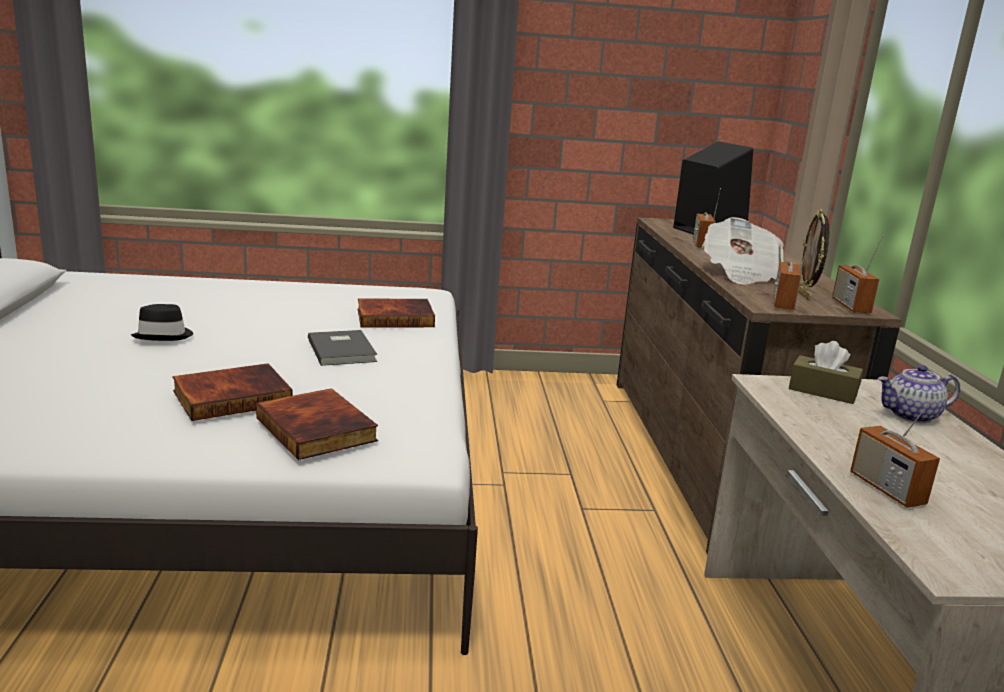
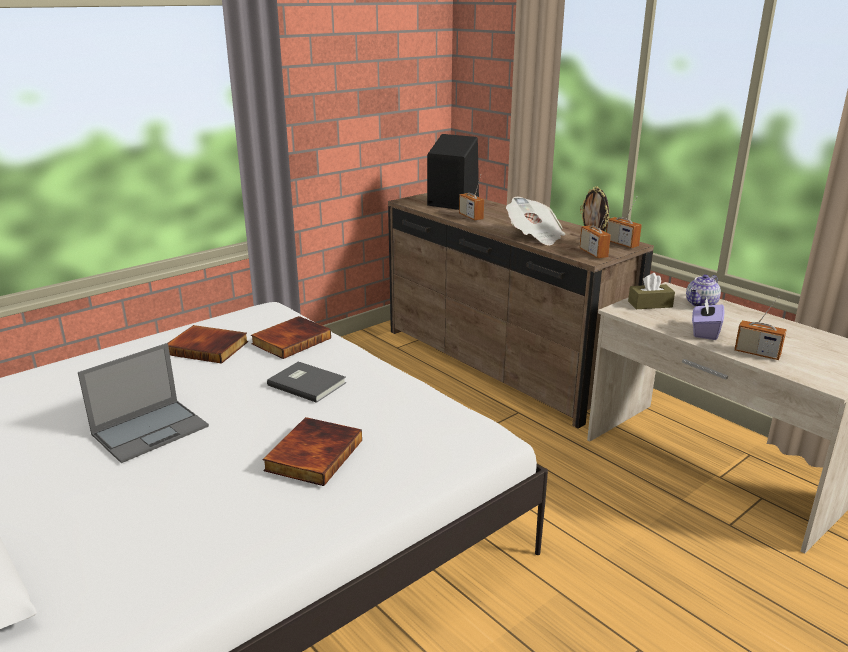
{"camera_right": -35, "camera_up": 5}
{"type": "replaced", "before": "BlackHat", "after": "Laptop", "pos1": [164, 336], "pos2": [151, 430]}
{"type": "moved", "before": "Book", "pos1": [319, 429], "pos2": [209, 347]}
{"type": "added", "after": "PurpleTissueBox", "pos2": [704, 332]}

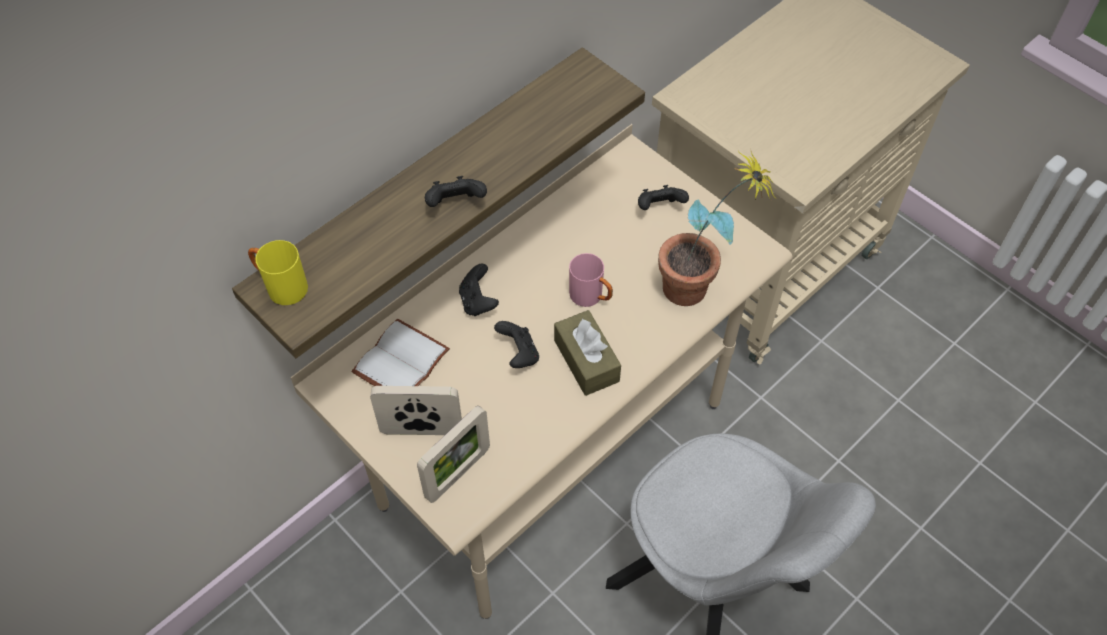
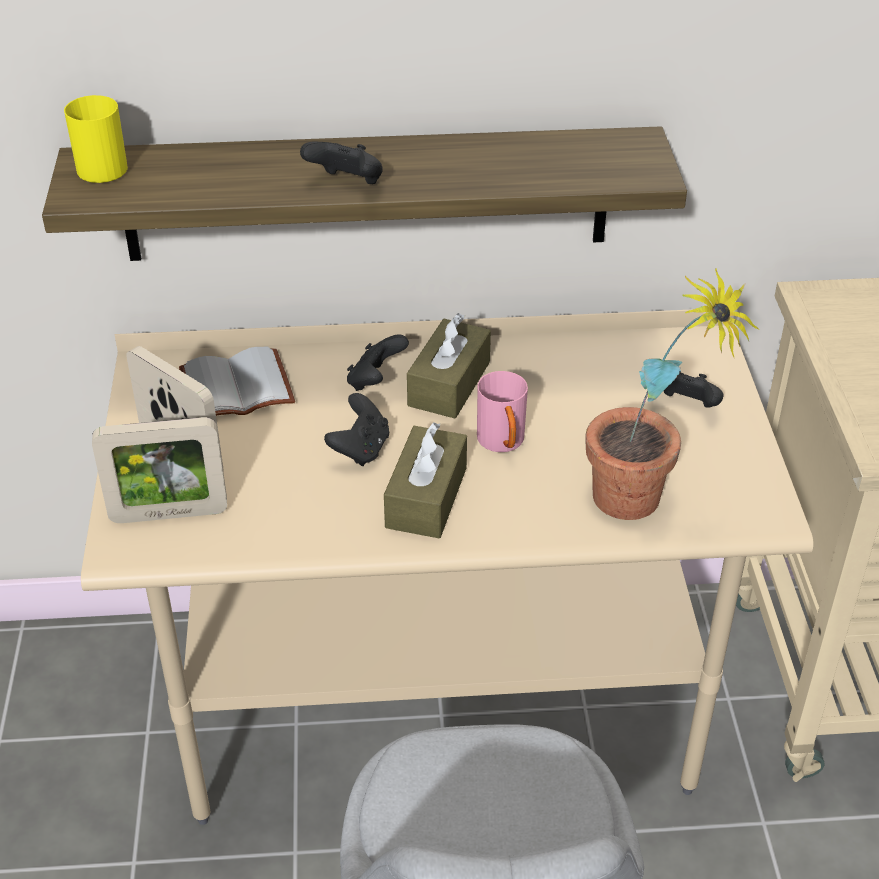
{"camera_right": 40, "camera_up": -15}
{"type": "added", "after": "BrownTissueBox", "pos2": [449, 384]}

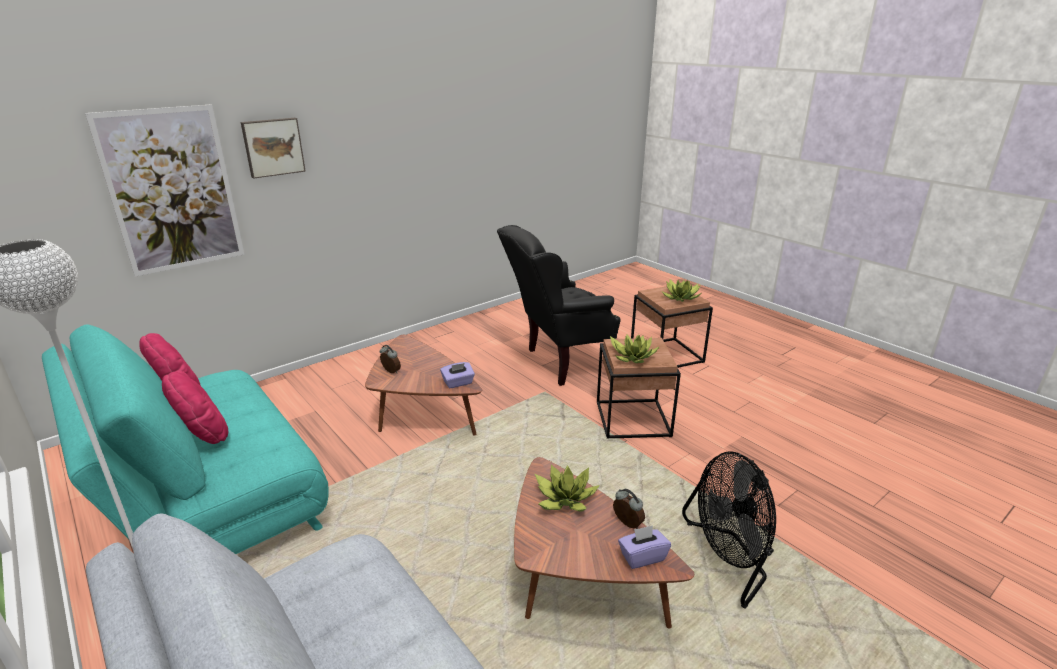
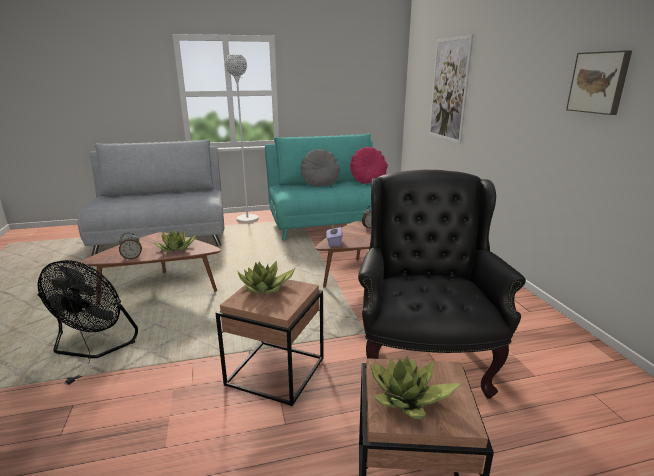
{"camera_right": 115, "camera_up": -5}
{"type": "recoloured", "before": "PinkPillow", "after": "GreyPillow", "pos1": [204, 438], "pos2": [320, 185]}
{"type": "moved", "before": "Picture", "pos1": [273, 147], "pos2": [599, 82]}
{"type": "removed", "before": "PurpleTissueBox", "pos1": [642, 557]}

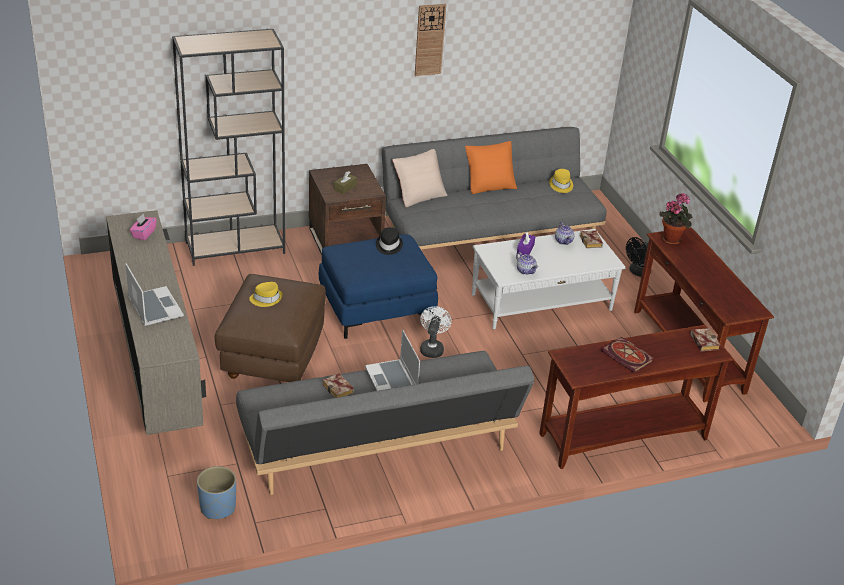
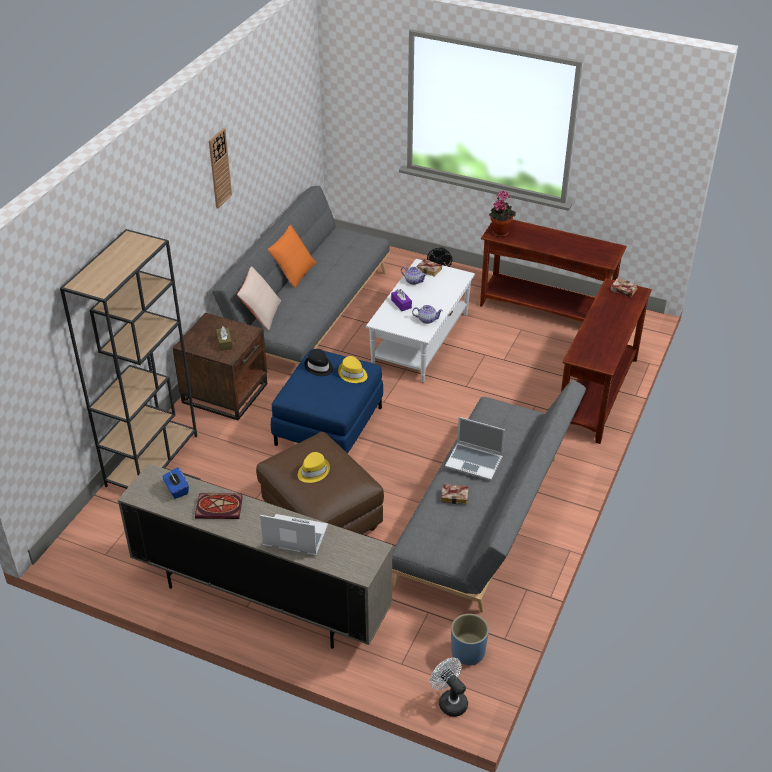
{"camera_right": -45, "camera_up": 5}
{"type": "recoloured", "before": "PinkTissueBox", "after": "BlueTissueBox", "pos1": [143, 234], "pos2": [176, 489]}
{"type": "moved", "before": "Book", "pos1": [628, 357], "pos2": [220, 507]}
{"type": "moved", "before": "YellowHat", "pos1": [561, 185], "pos2": [352, 374]}
{"type": "moved", "before": "WhiteFan", "pos1": [432, 348], "pos2": [449, 701]}

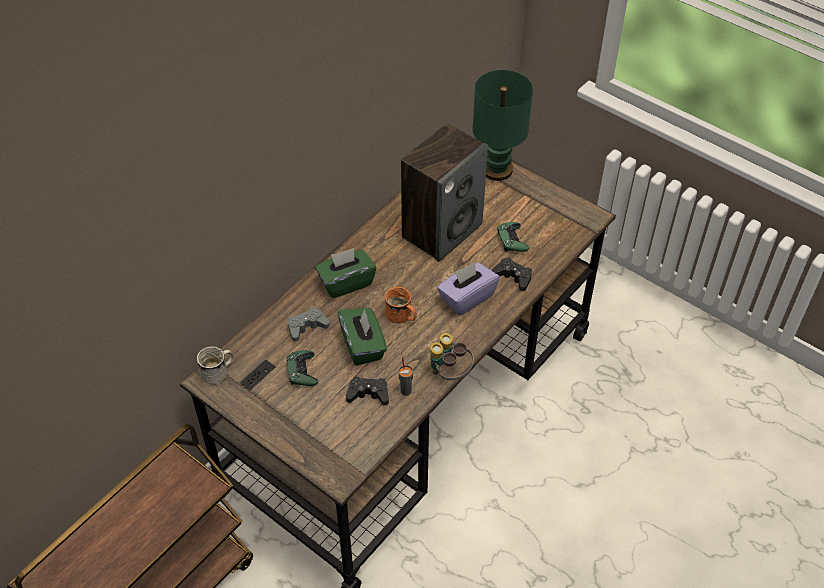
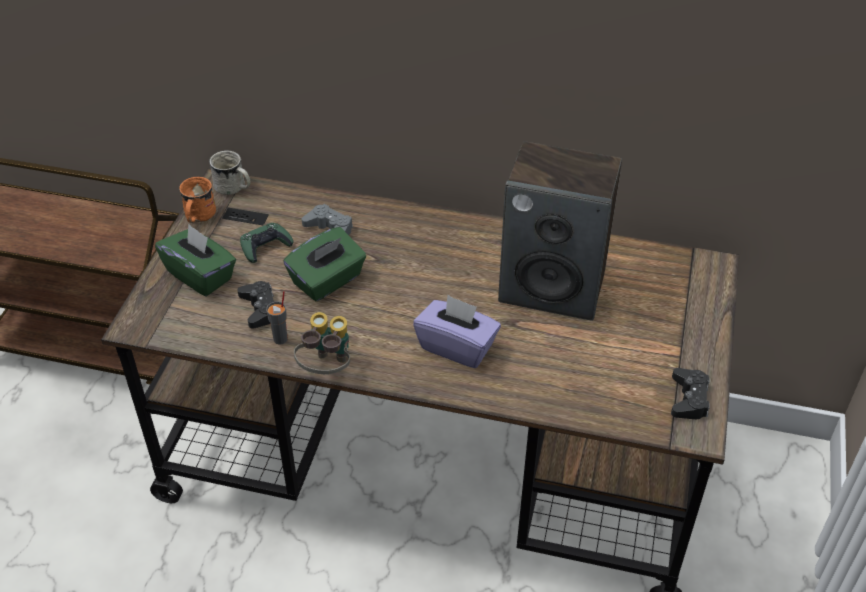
{"camera_right": 65, "camera_up": -5}
{"type": "moved", "before": "GreenTissueBox", "pos1": [346, 283], "pos2": [200, 275]}
{"type": "moved", "before": "OrangeMug", "pos1": [401, 317], "pos2": [198, 217]}
{"type": "moved", "before": "BlackGameController", "pos1": [513, 277], "pos2": [689, 399]}
{"type": "removed", "before": "GreenTableLamp", "pos1": [496, 170]}
{"type": "removed", "before": "GreenGameController", "pos1": [512, 240]}

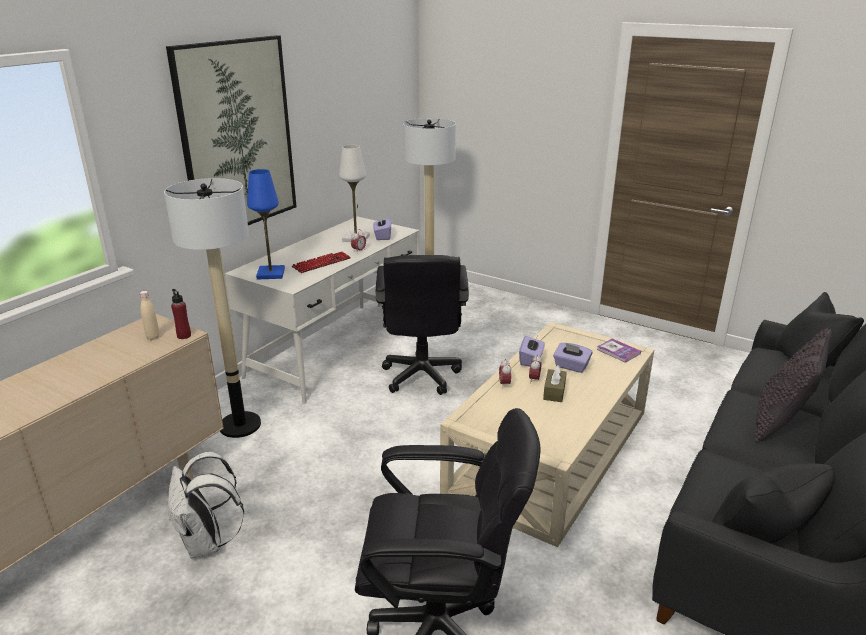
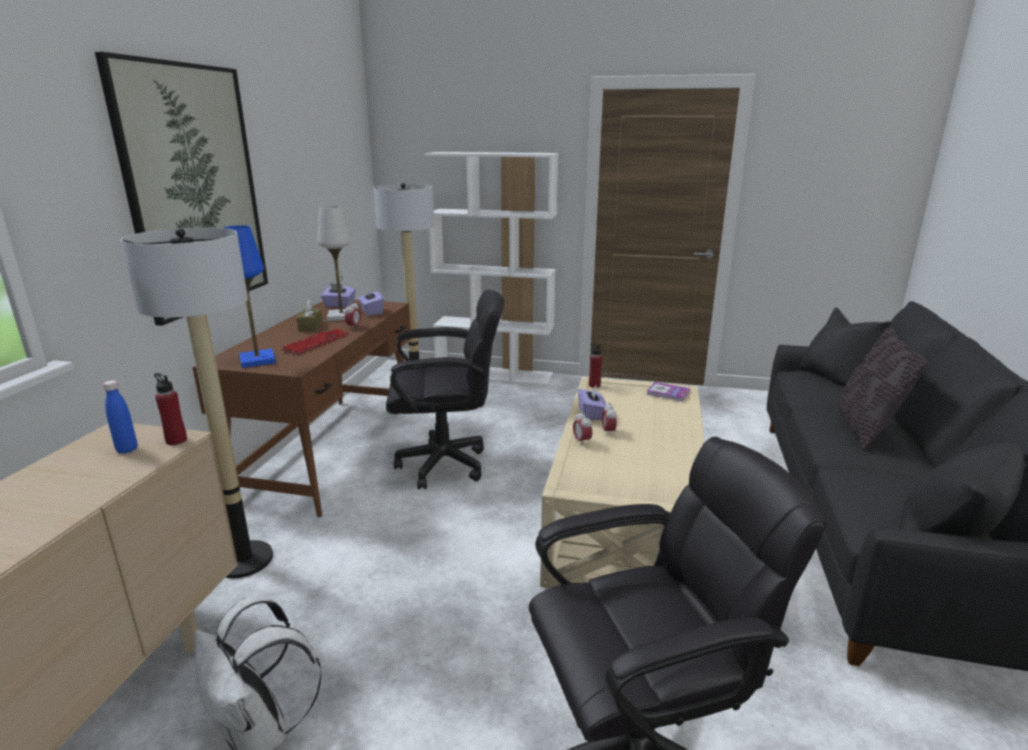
{"camera_right": -20, "camera_up": -5}
{"type": "recoloured", "before": "BeigeBottle", "after": "BlueBottle", "pos1": [153, 337], "pos2": [127, 450]}
{"type": "recoloured", "before": "WhiteDesk", "after": "BrownDesk", "pos1": [337, 349], "pos2": [332, 450]}
{"type": "moved", "before": "BrownTissueBox", "pos1": [554, 391], "pos2": [310, 326]}
{"type": "moved", "before": "PurpleTissueBox", "pos1": [571, 366], "pos2": [339, 305]}
{"type": "turned", "before": "BlackOfficeChair", "pos1": [422, 379], "pos2": [448, 464], "turn": -75}
{"type": "added", "after": "WhiteBookcase", "pos2": [495, 375]}
{"type": "added", "after": "RedBottle", "pos2": [594, 385]}

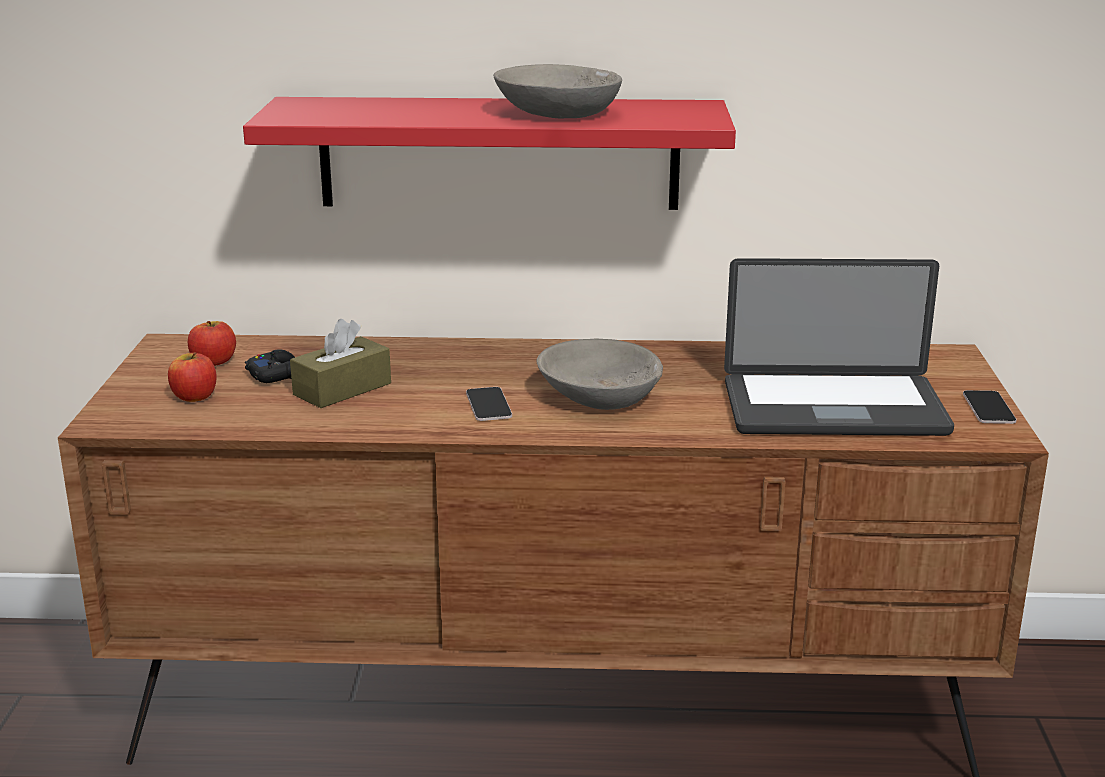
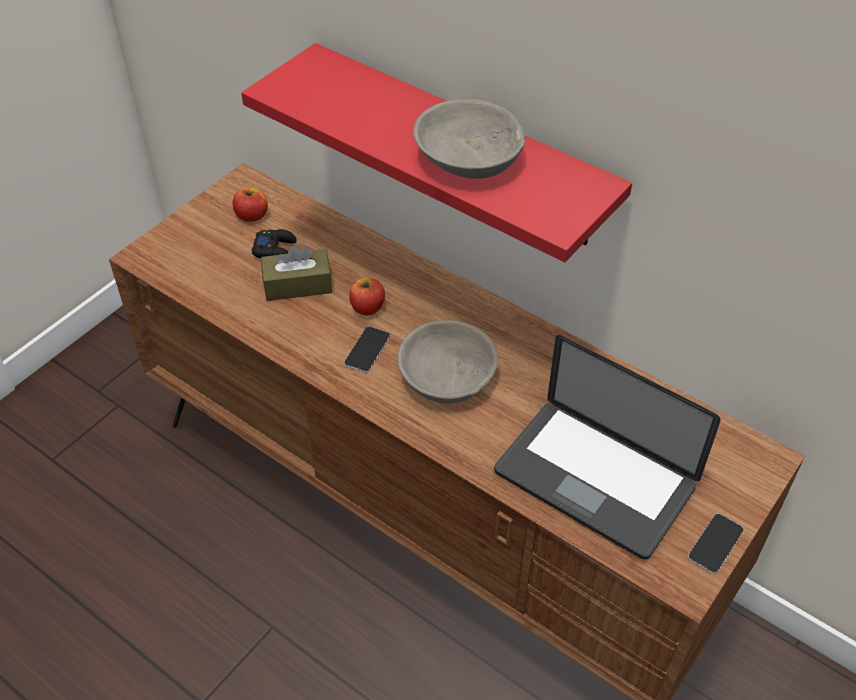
{"camera_right": 35, "camera_up": 25}
{"type": "moved", "before": "Apple", "pos1": [194, 397], "pos2": [367, 307]}

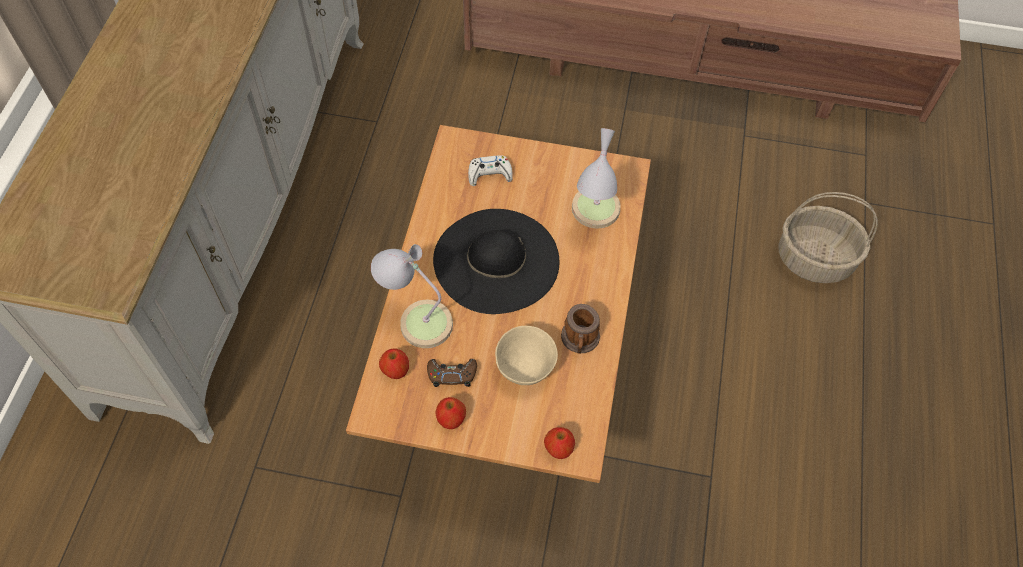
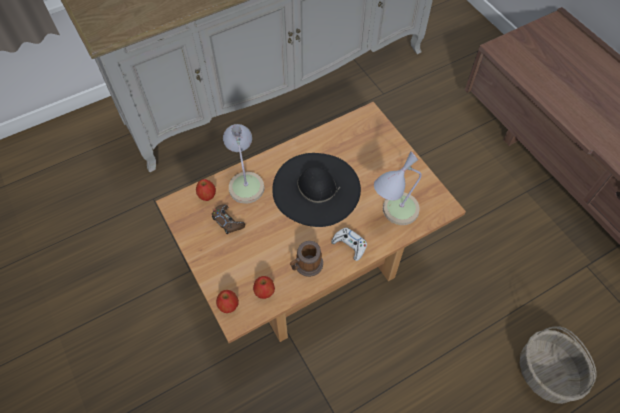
{"camera_right": 50, "camera_up": 0}
{"type": "moved", "before": "Apple", "pos1": [451, 419], "pos2": [264, 292]}
{"type": "moved", "before": "WhiteGameController", "pos1": [489, 174], "pos2": [349, 245]}
{"type": "removed", "before": "BeigeBowl", "pos1": [525, 370]}

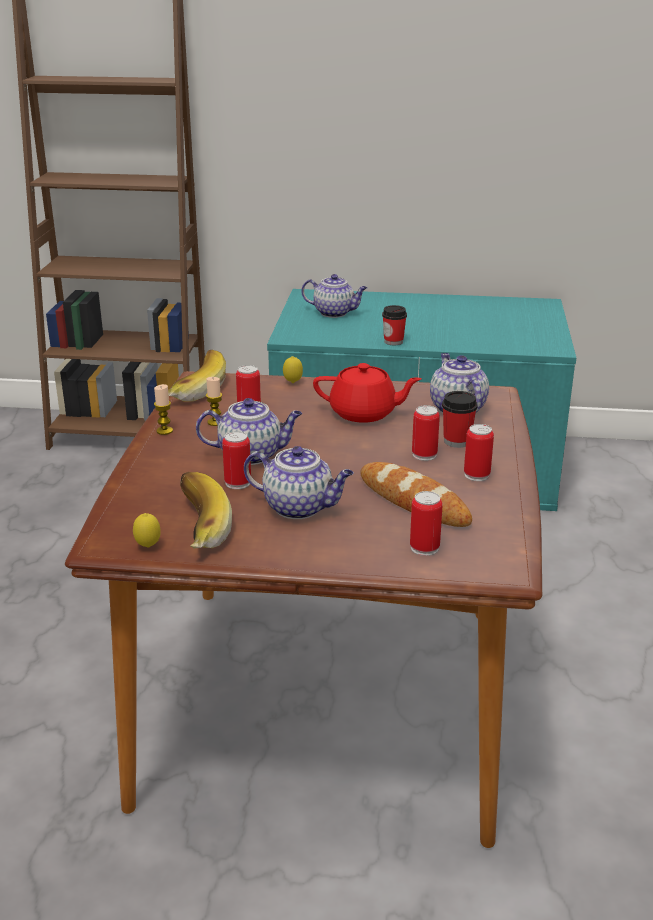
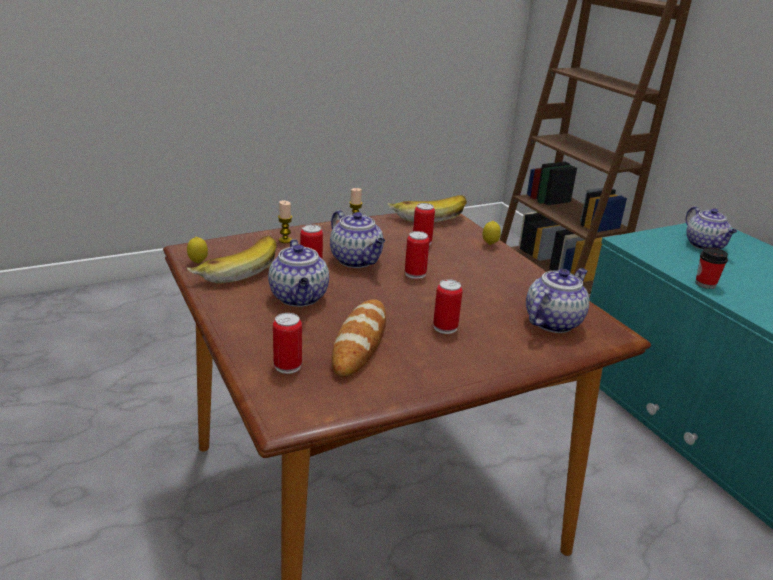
{"camera_right": 55, "camera_up": 0}
{"type": "moved", "before": "Candle", "pos1": [215, 422], "pos2": [285, 240]}
{"type": "moved", "before": "Can", "pos1": [476, 475], "pos2": [415, 274]}
{"type": "removed", "before": "RedTeapot", "pos1": [364, 413]}
{"type": "removed", "before": "Cup", "pos1": [457, 441]}

